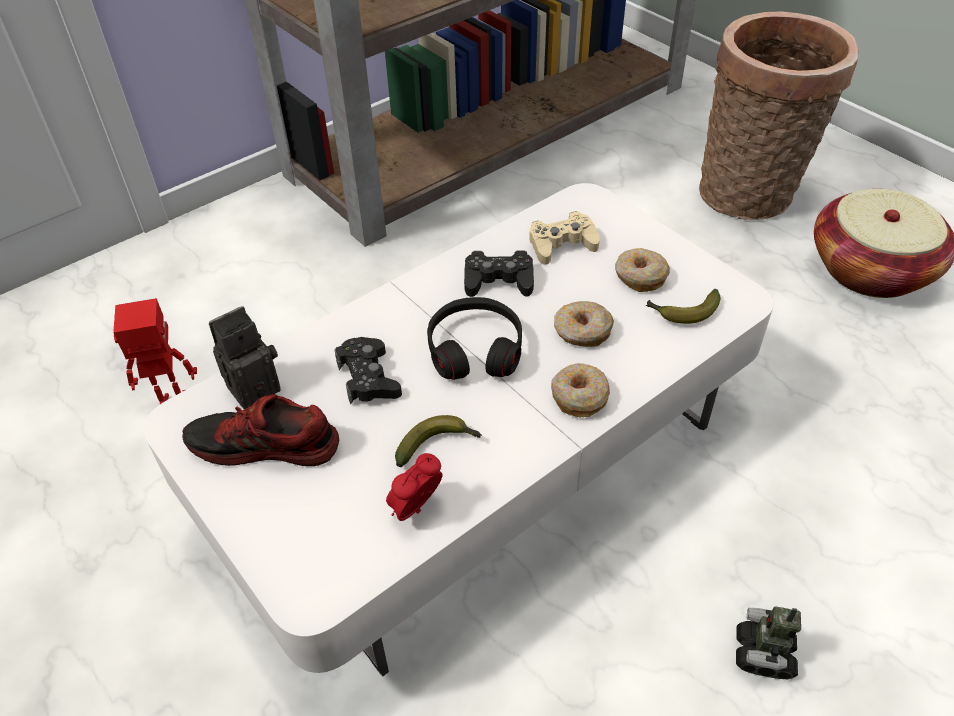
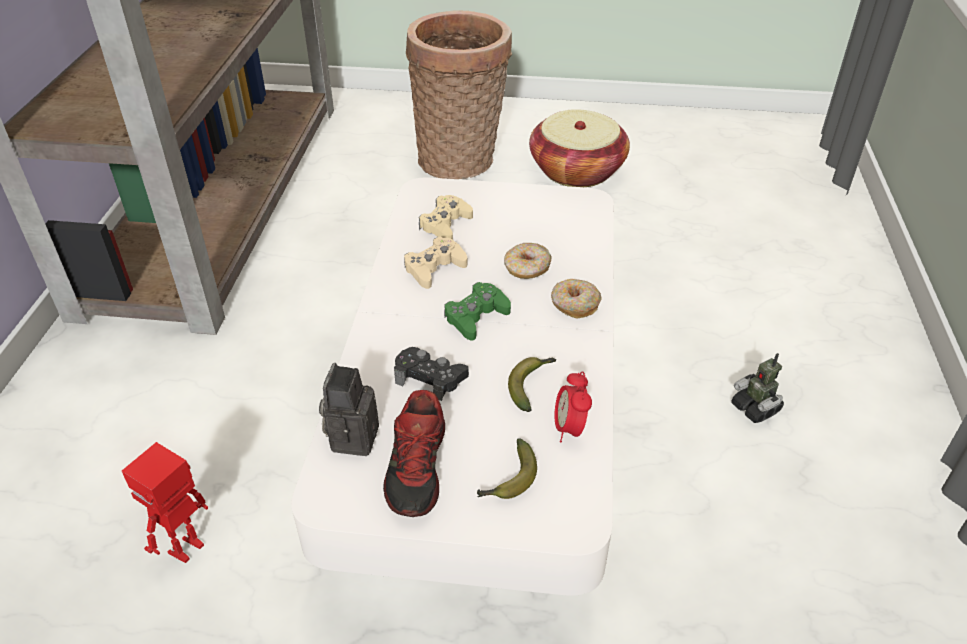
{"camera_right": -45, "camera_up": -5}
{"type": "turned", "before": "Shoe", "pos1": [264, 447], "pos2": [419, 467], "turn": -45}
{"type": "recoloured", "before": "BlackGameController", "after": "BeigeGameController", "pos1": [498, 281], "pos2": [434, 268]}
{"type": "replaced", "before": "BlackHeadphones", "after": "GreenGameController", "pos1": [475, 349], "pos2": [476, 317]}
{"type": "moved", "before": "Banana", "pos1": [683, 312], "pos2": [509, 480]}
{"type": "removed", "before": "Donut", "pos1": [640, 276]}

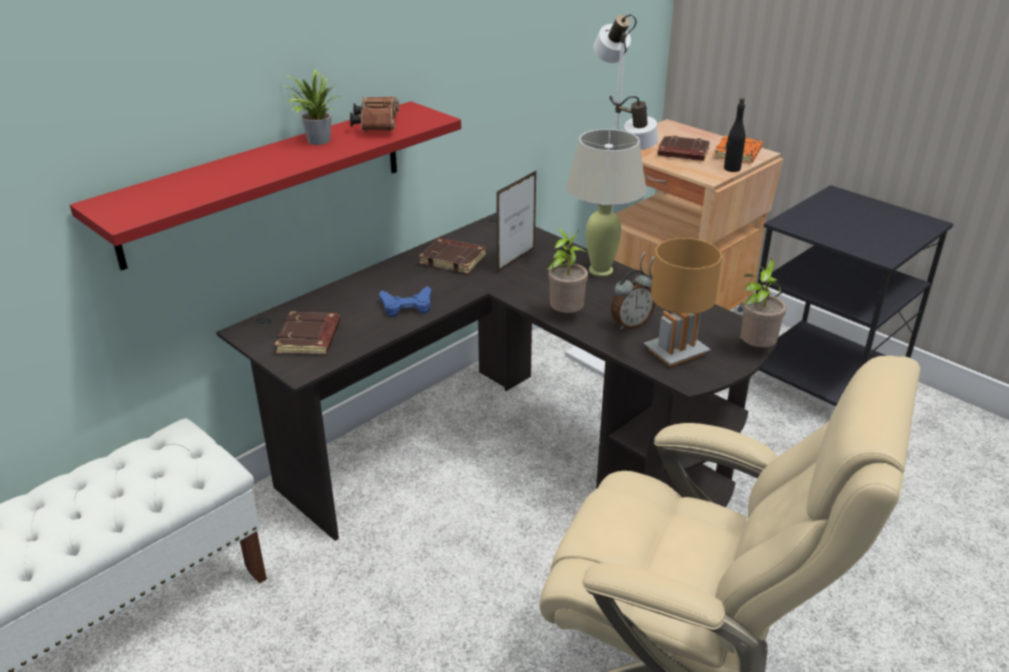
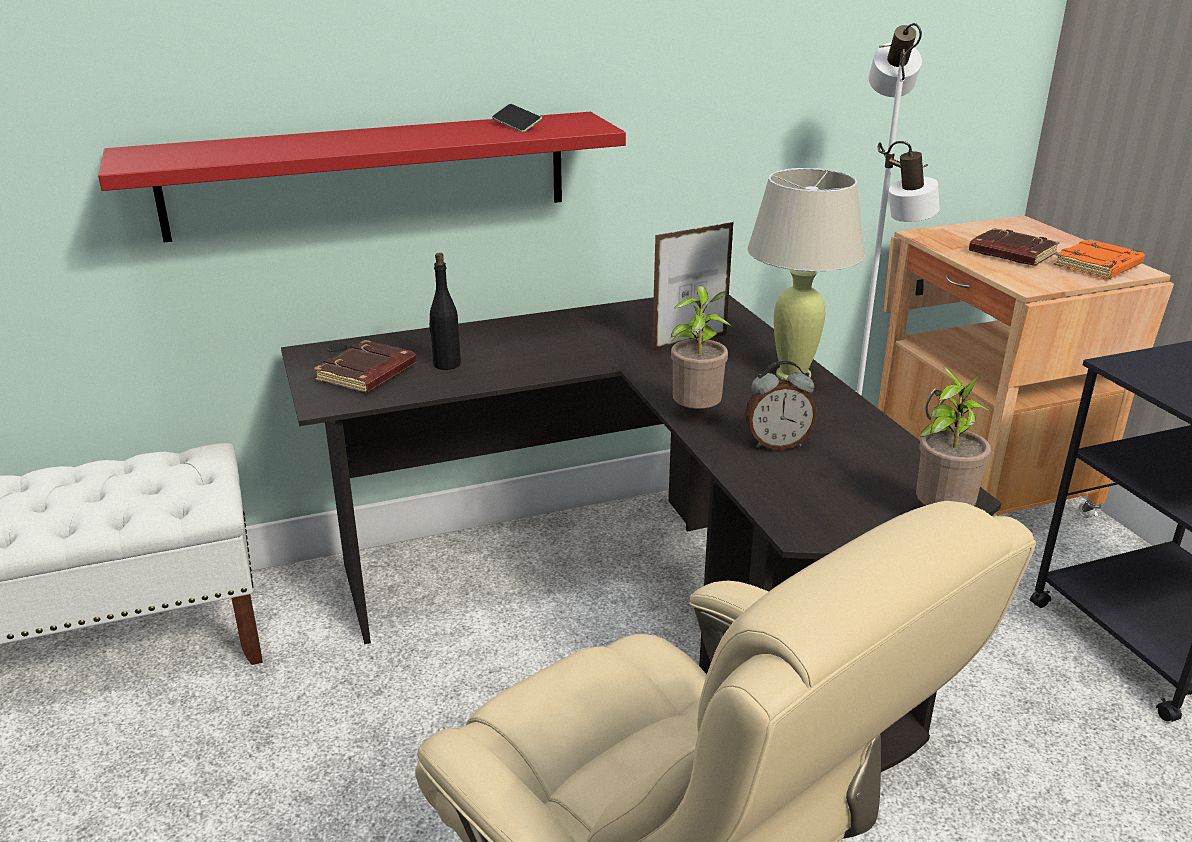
{"camera_right": 25, "camera_up": -5}
{"type": "moved", "before": "BlackBottle", "pos1": [731, 169], "pos2": [446, 364]}
{"type": "replaced", "before": "BrownBinoculars", "after": "Phone", "pos1": [377, 125], "pos2": [516, 126]}
{"type": "removed", "before": "PottedPlant", "pos1": [315, 141]}
{"type": "removed", "before": "BlueGameController", "pos1": [407, 306]}
{"type": "removed", "before": "BrownBook", "pos1": [454, 260]}
{"type": "removed", "before": "BrownTableLamp", "pos1": [676, 352]}

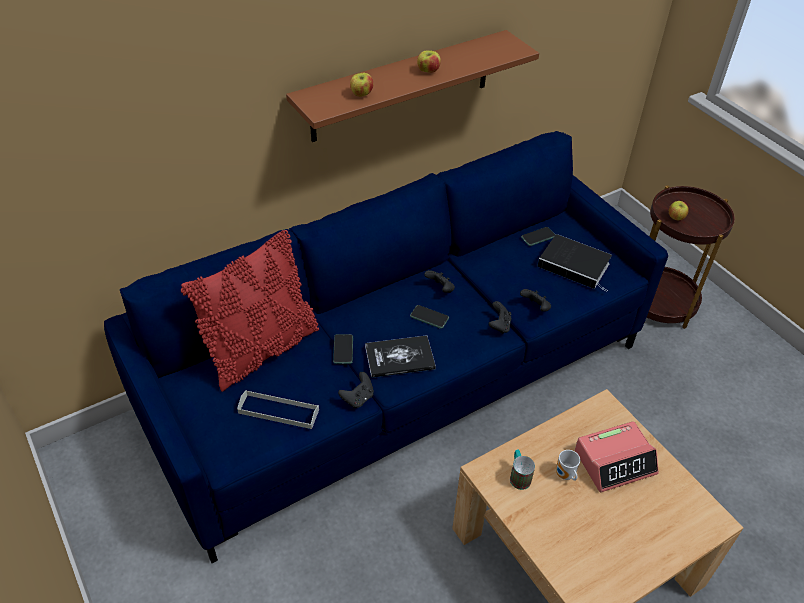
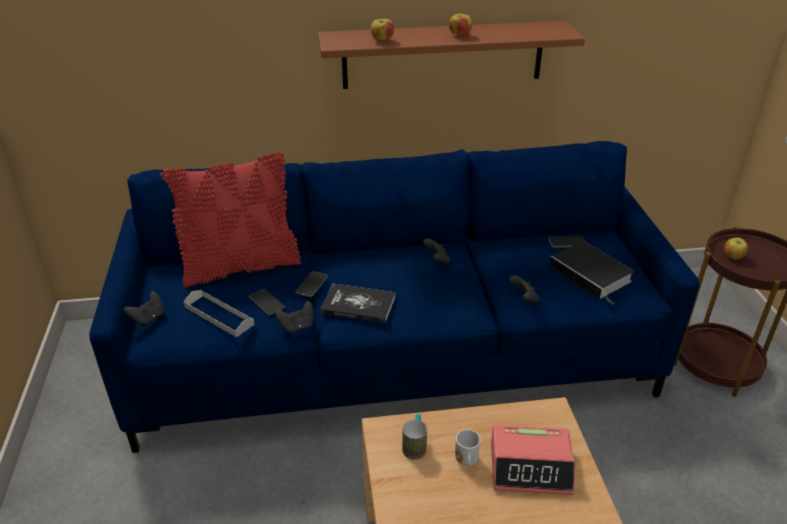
{"camera_right": 25, "camera_up": -10}
{"type": "moved", "before": "BlackGameController", "pos1": [499, 326], "pos2": [148, 318]}
{"type": "moved", "before": "Phone", "pos1": [429, 317], "pos2": [266, 302]}

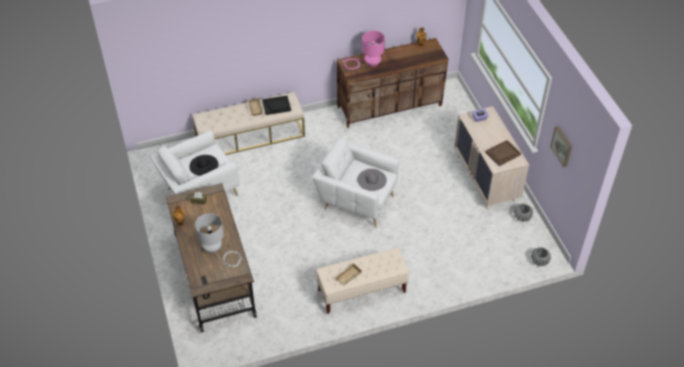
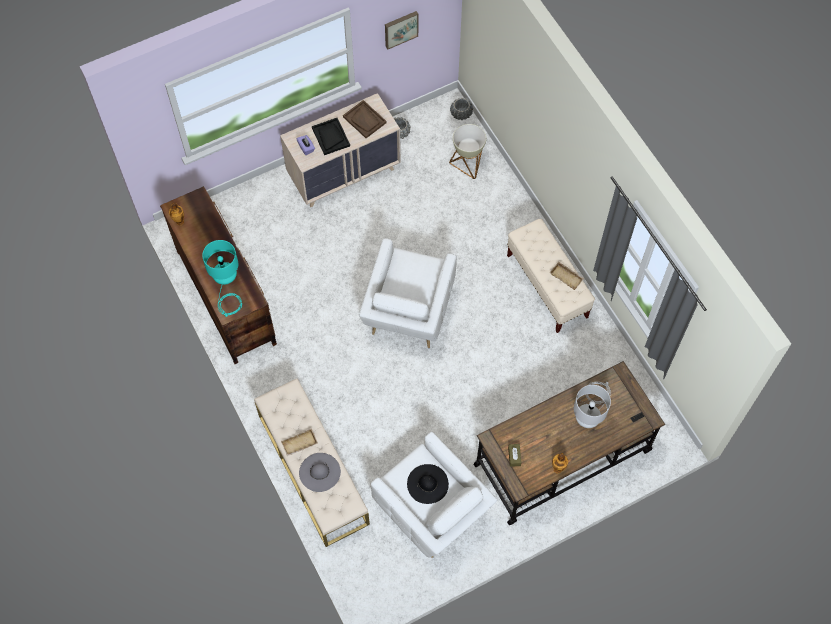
{"camera_right": -100, "camera_up": 15}
{"type": "recoloured", "before": "PinkTableLamp", "after": "TurquoiseTableLamp", "pos1": [364, 63], "pos2": [227, 288]}
{"type": "moved", "before": "GreyHat", "pos1": [371, 180], "pos2": [319, 472]}
{"type": "moved", "before": "BlackTray", "pos1": [276, 106], "pos2": [330, 137]}
{"type": "added", "after": "Planter", "pos2": [467, 164]}

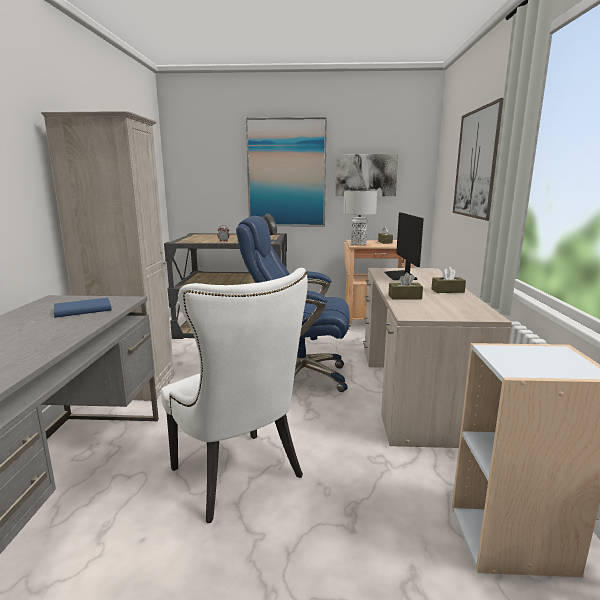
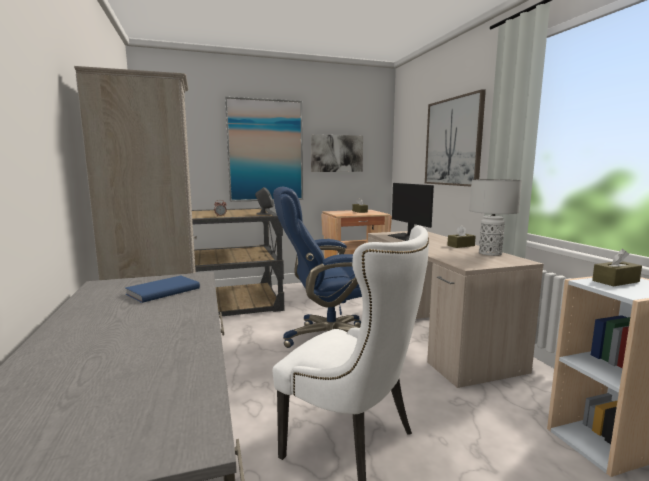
{"camera_right": -20, "camera_up": -5}
{"type": "moved", "before": "WhiteTableLamp", "pos1": [358, 244], "pos2": [490, 253]}
{"type": "moved", "before": "BrownTissueBox", "pos1": [405, 297], "pos2": [615, 281]}

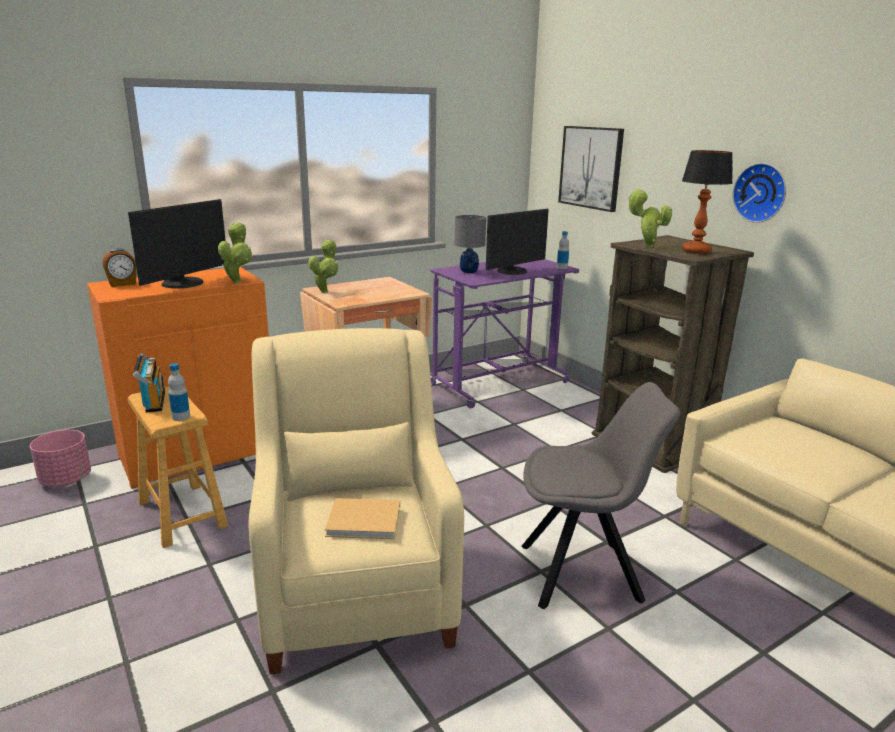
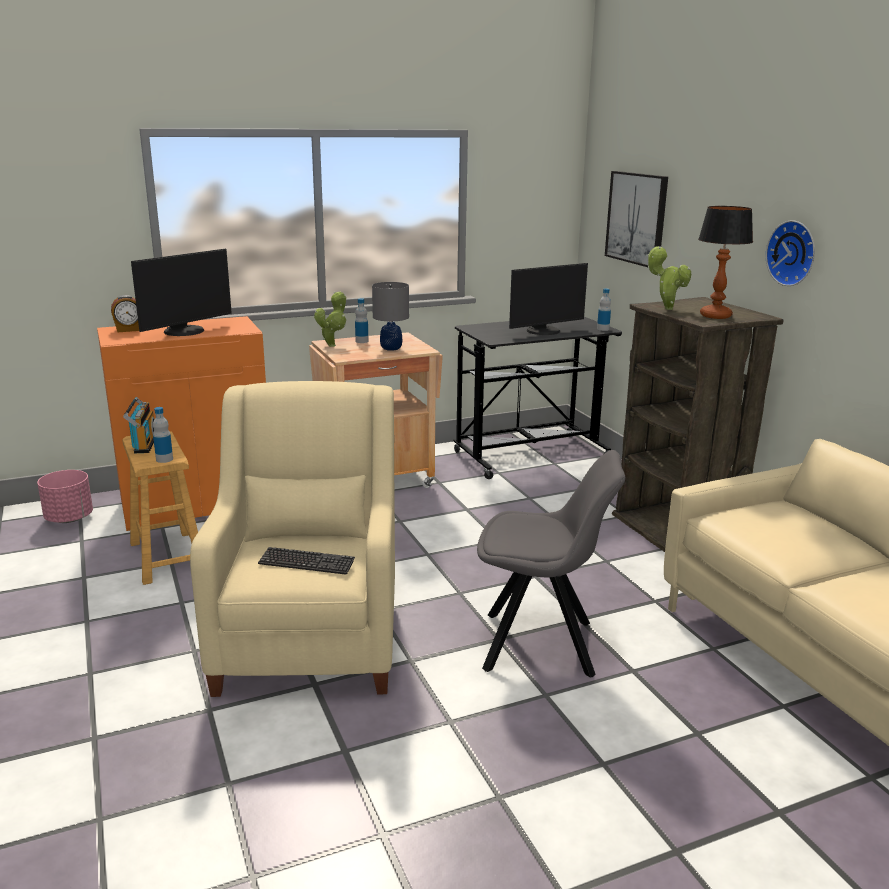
{"camera_right": 10, "camera_up": 0}
{"type": "replaced", "before": "BeigeBook", "after": "Keyboard", "pos1": [366, 521], "pos2": [306, 563]}
{"type": "added", "after": "Bottle", "pos2": [362, 341]}
{"type": "moved", "before": "GreyTableLamp", "pos1": [469, 271], "pos2": [391, 348]}
{"type": "recoloured", "before": "PurpleDesk", "after": "BlackDesk", "pos1": [499, 383], "pos2": [531, 455]}
{"type": "removed", "before": "PottedPlant", "pos1": [238, 281]}

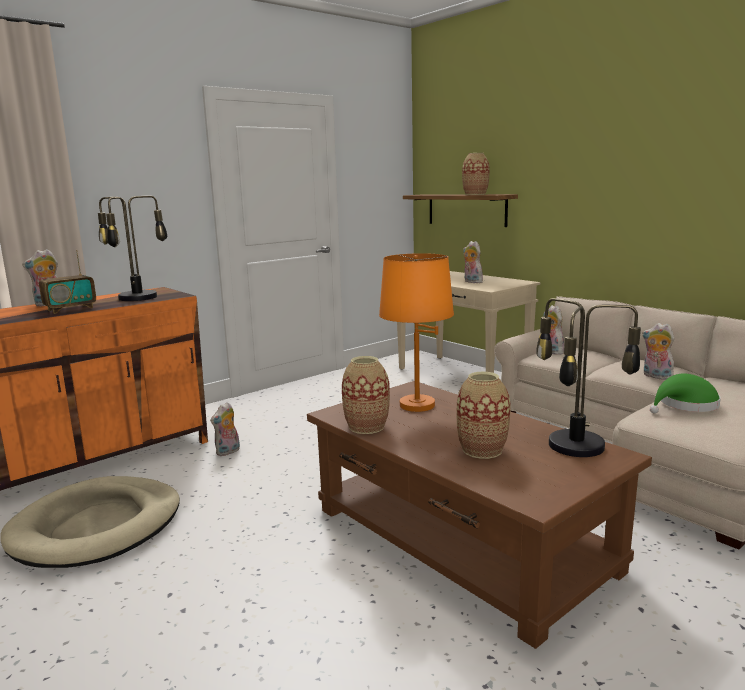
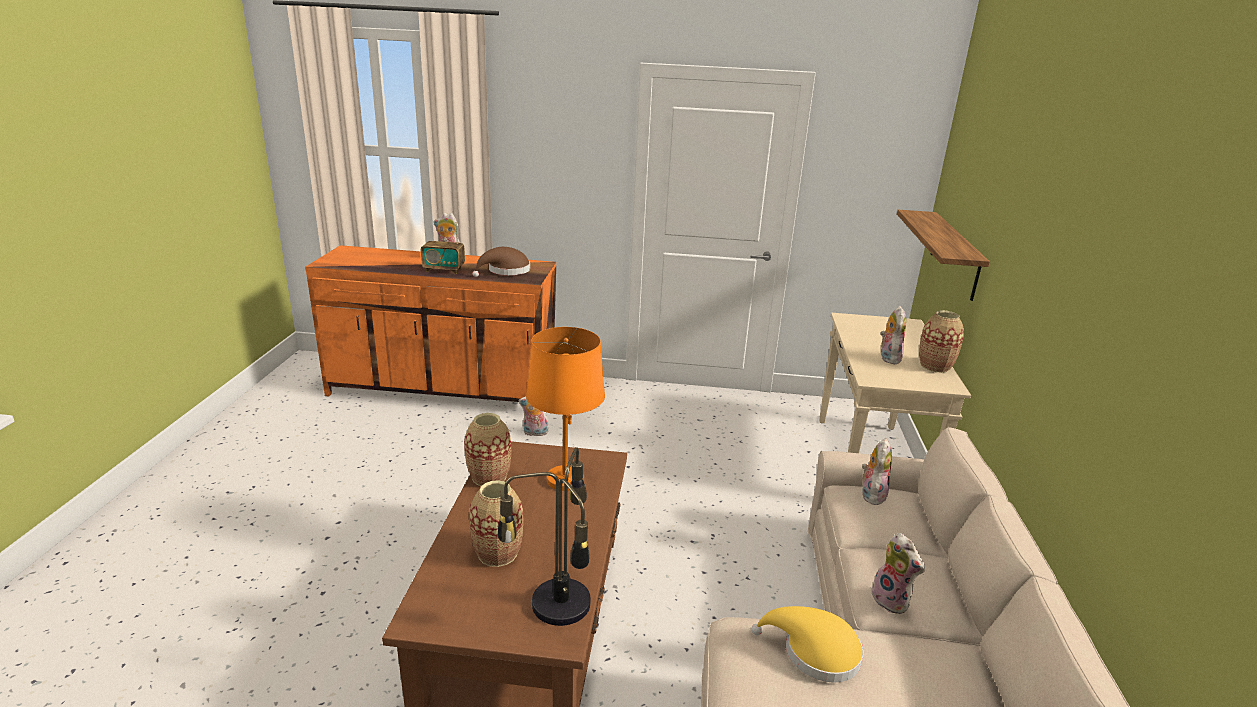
{"camera_right": 45, "camera_up": 10}
{"type": "replaced", "before": "TableLamp", "after": "BrownHat", "pos1": [137, 297], "pos2": [506, 271]}
{"type": "recoloured", "before": "GreenHat", "after": "YellowHat", "pos1": [685, 405], "pos2": [815, 652]}
{"type": "turned", "before": "PlushToy", "pos1": [656, 376], "pos2": [892, 600], "turn": 150}
{"type": "moved", "before": "Vase", "pos1": [475, 194], "pos2": [934, 366]}
{"type": "removed", "before": "BeigeDogBed", "pos1": [97, 527]}

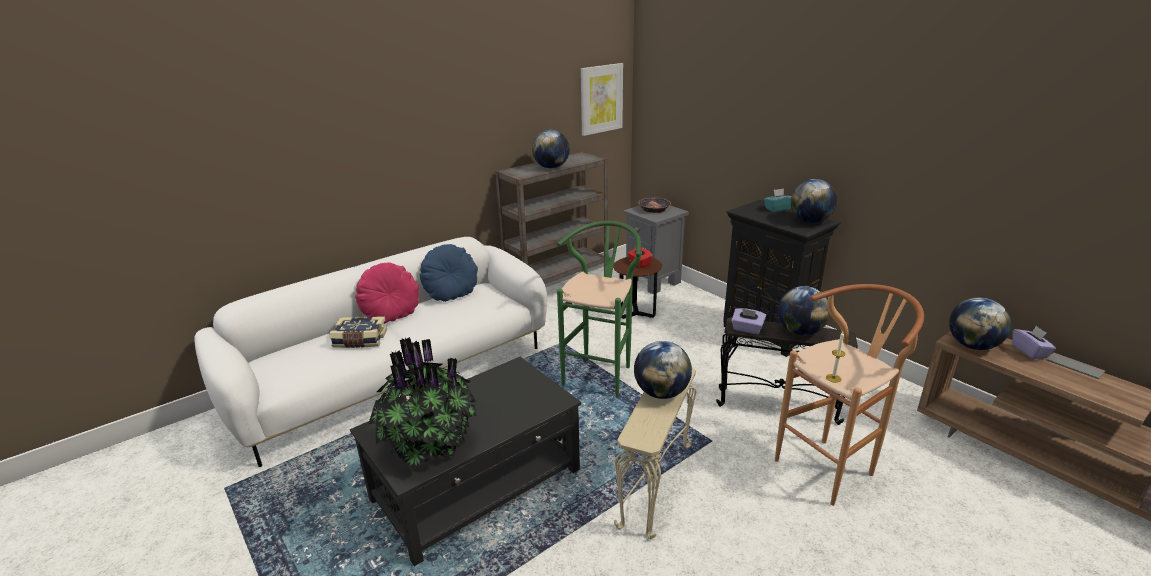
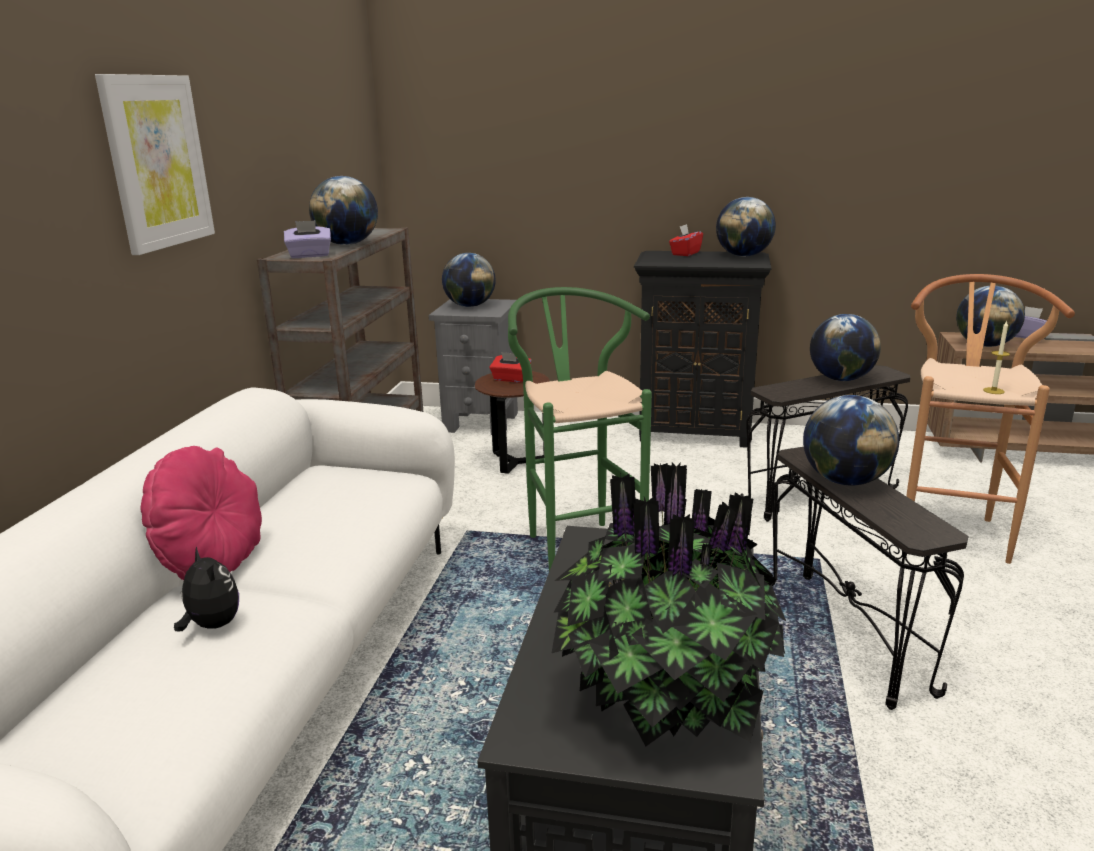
{"camera_right": -40, "camera_up": -5}
{"type": "moved", "before": "Picture", "pos1": [601, 99], "pos2": [157, 162]}
{"type": "replaced", "before": "Book", "after": "PlushToy", "pos1": [360, 340], "pos2": [212, 625]}
{"type": "moved", "before": "PurpleTissueBox", "pos1": [747, 329], "pos2": [309, 255]}
{"type": "replaced", "before": "Bowl", "after": "Globe", "pos1": [654, 209], "pos2": [470, 306]}
{"type": "recoloured", "before": "TurquoiseTissueBox", "after": "RedTissueBox", "pos1": [777, 209], "pos2": [685, 253]}
{"type": "recoloured", "before": "BeigeSideTable", "after": "BlackSideTable", "pos1": [656, 485], "pos2": [844, 636]}
{"type": "removed", "before": "BluePillow", "pos1": [451, 296]}

